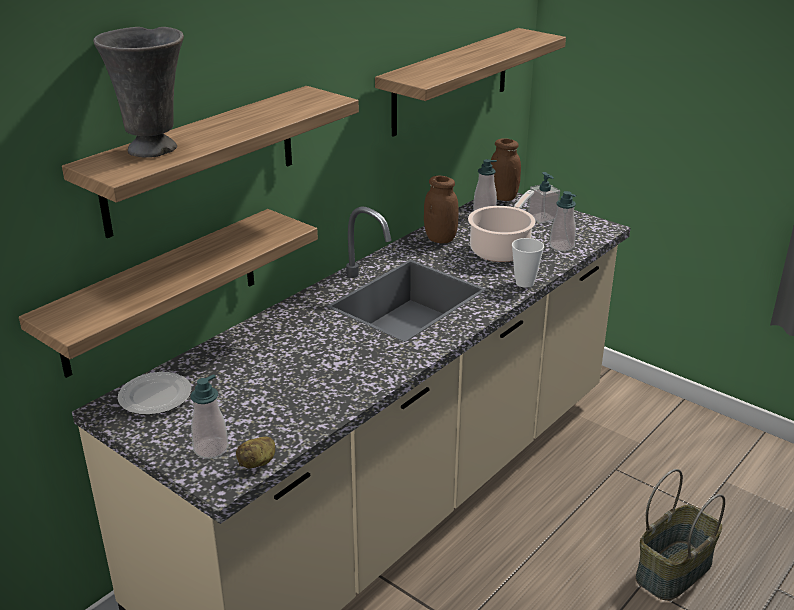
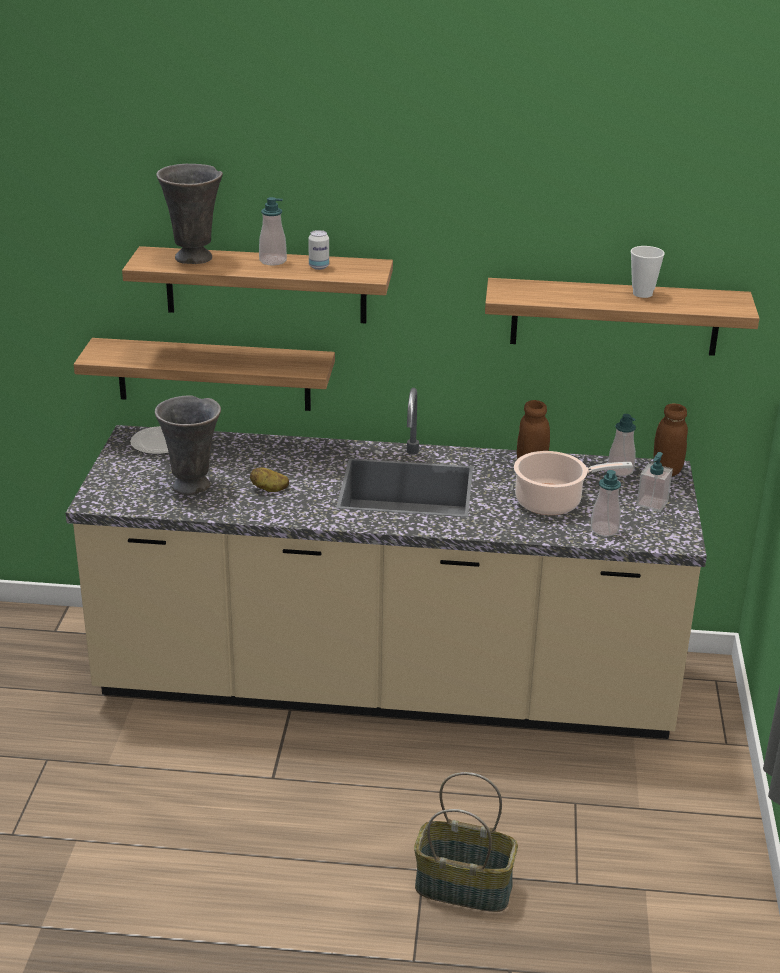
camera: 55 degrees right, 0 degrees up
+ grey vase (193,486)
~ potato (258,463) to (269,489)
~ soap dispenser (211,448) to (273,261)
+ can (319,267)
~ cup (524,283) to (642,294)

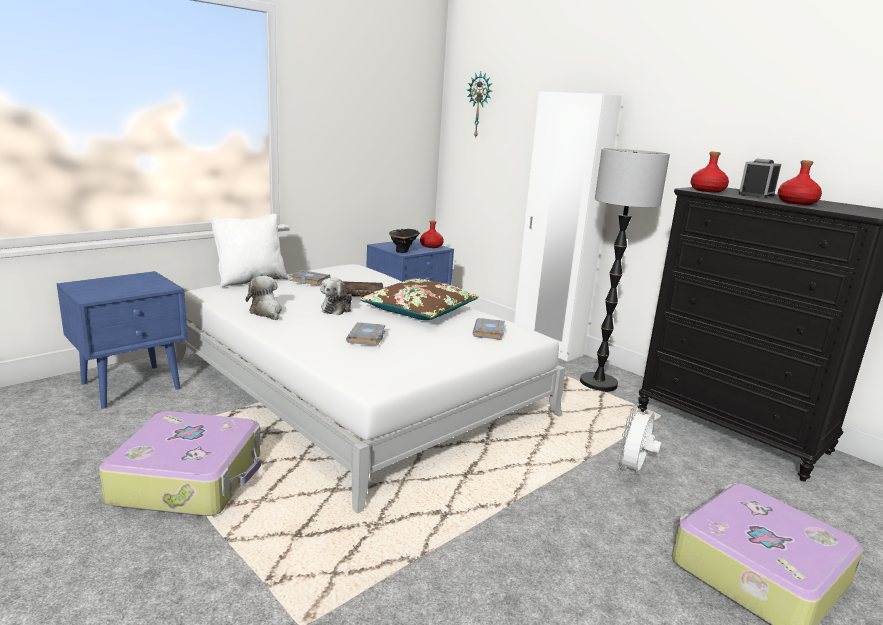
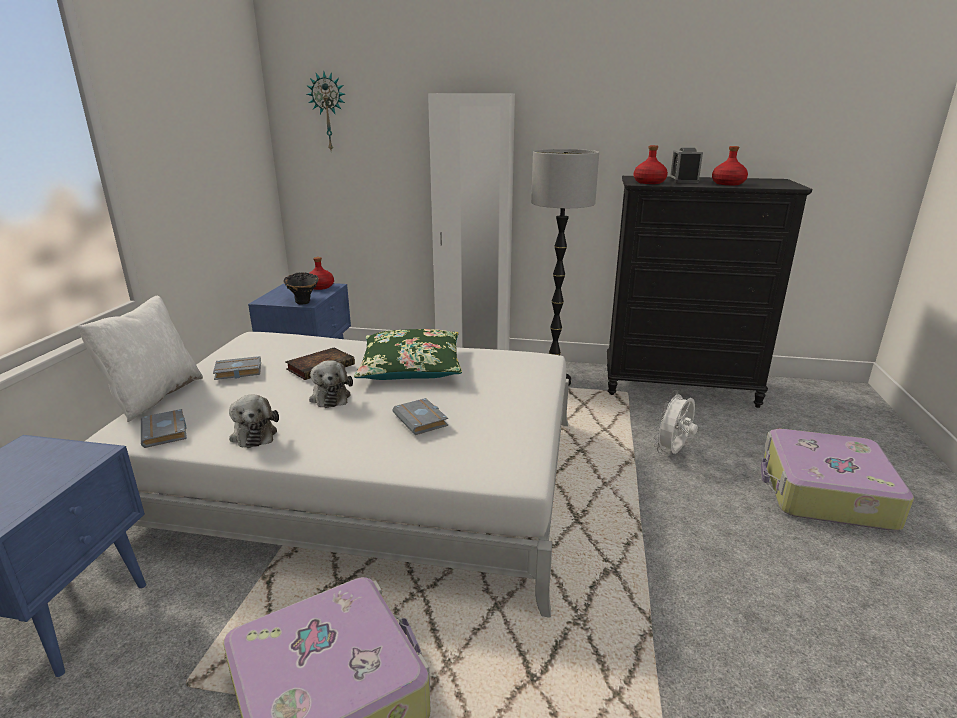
camera: 35 degrees left, 5 degrees up
~ grey book (490,332) to (166,432)
~ plush toy (266,312) = (254,434) 135 degrees counterclockwise
~ brown pillow (419,311) to green pillow (411,368)
~ white fan (633,472) = (672,452) 45 degrees clockwise

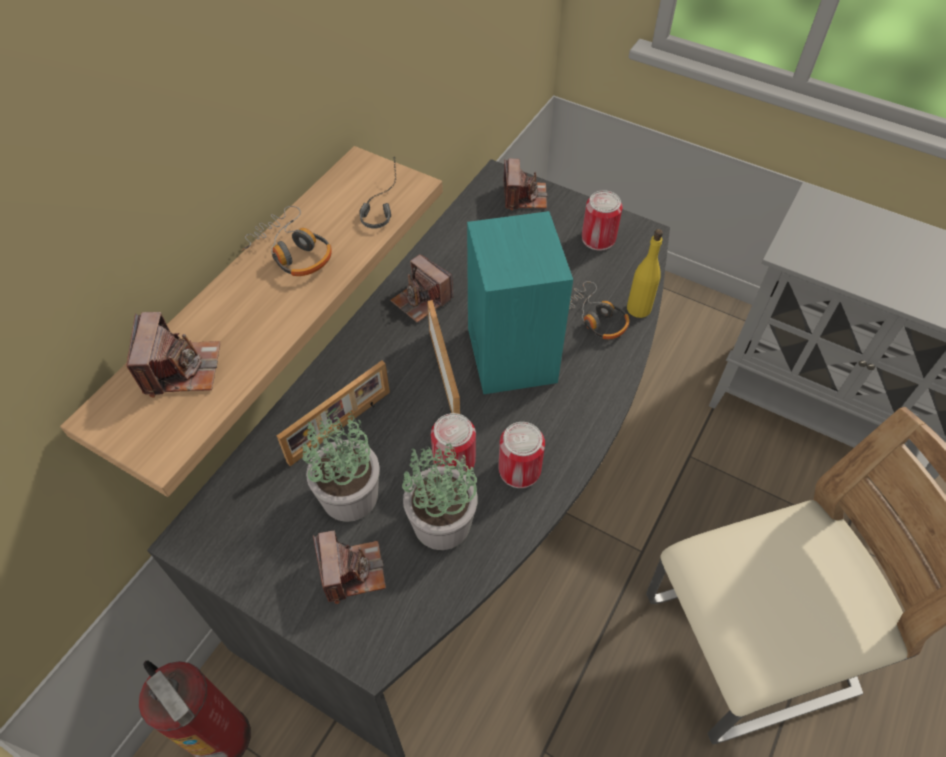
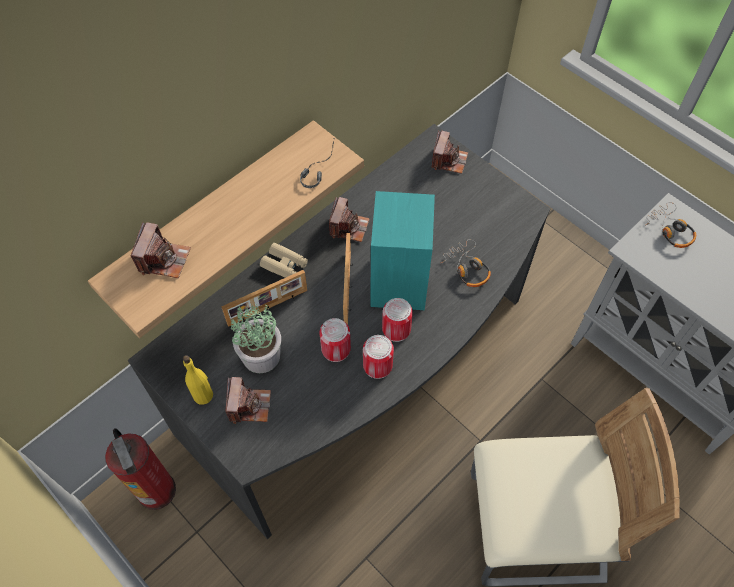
camera: 15 degrees right, 5 degrees up
~ yellow bottle (638,308) to (203,395)
+ beige binoculars (284,265)
~ photo camera (421,300) = (349,227) 135 degrees counterclockwise
~ can (598,238) to (396,329)
~ headphones (292,252) to (669,230)
- potted plant (440,523)

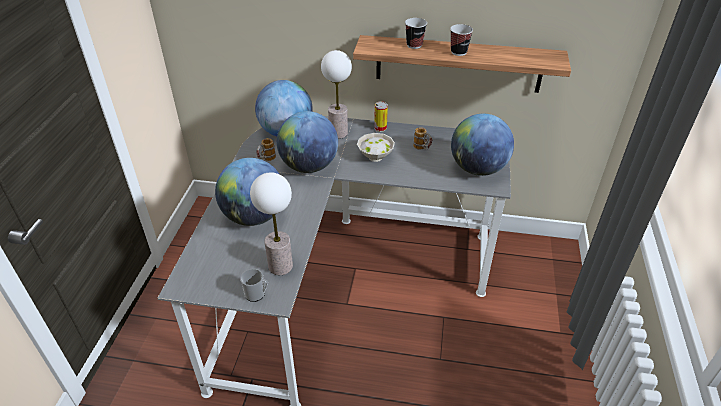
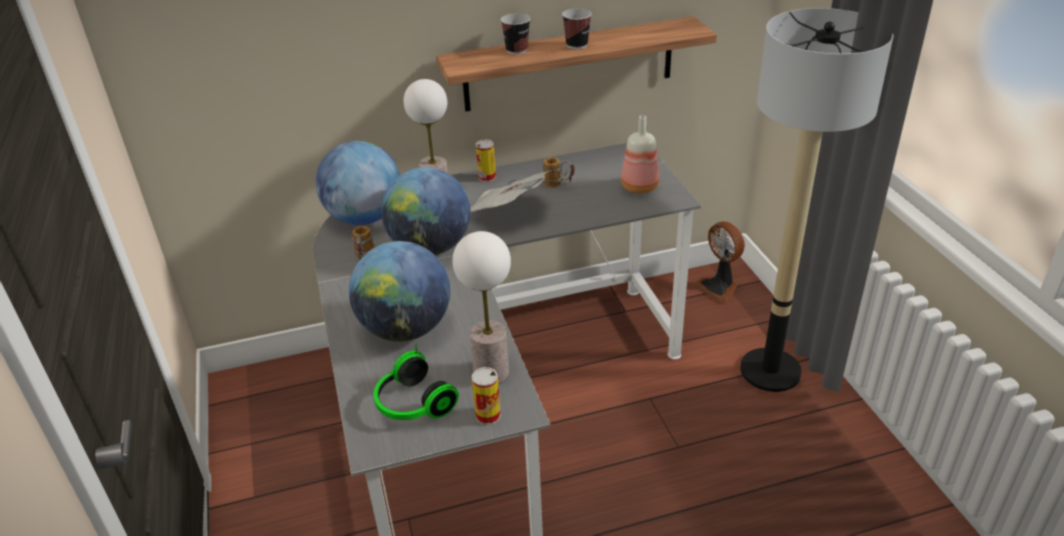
camera: 25 degrees left, 5 degrees down
+ headphones (412,404)
~ white bowl (374,157) to newspaper (507,211)
~ mug (257,294) to can (488,415)
~ globe (478,169) to bottle (641,187)
+ fan (719,287)
+ floor lamp (770,371)

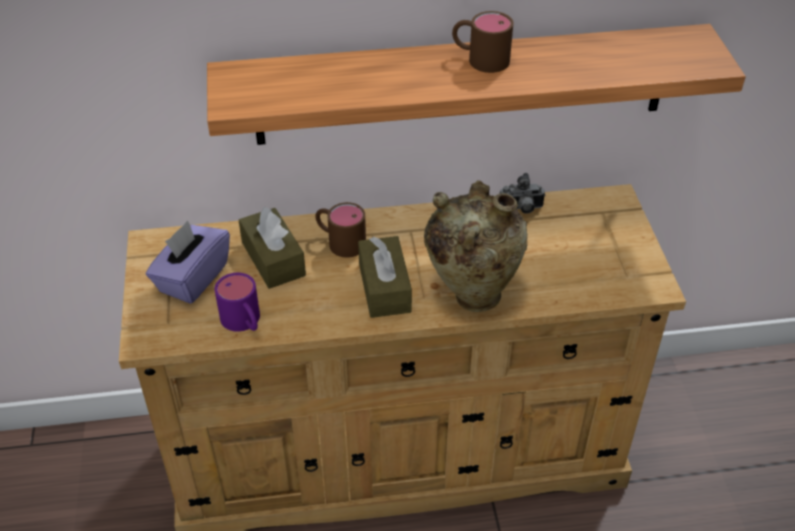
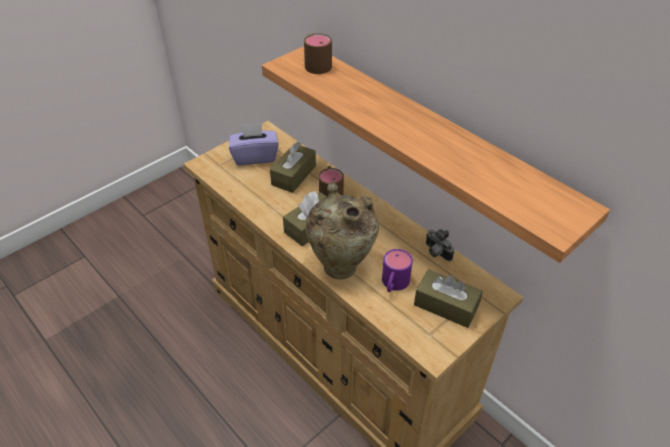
camera: 55 degrees right, 0 degrees up
~ brown mug (480,58) to (317,63)
~ purple mug (244,322) to (393,284)
+ brown tissue box (446,305)

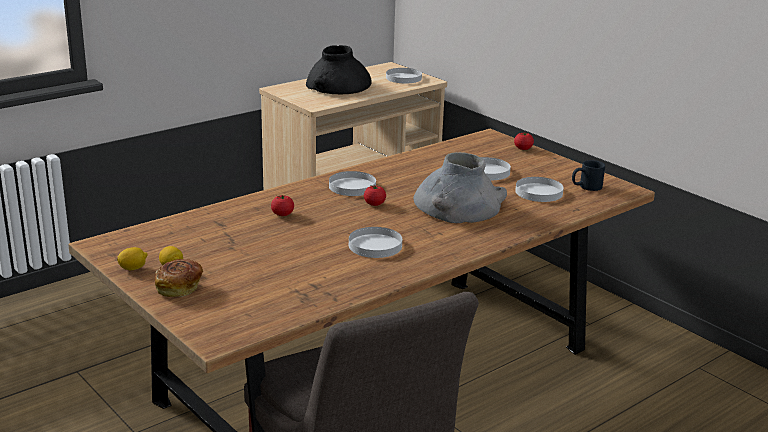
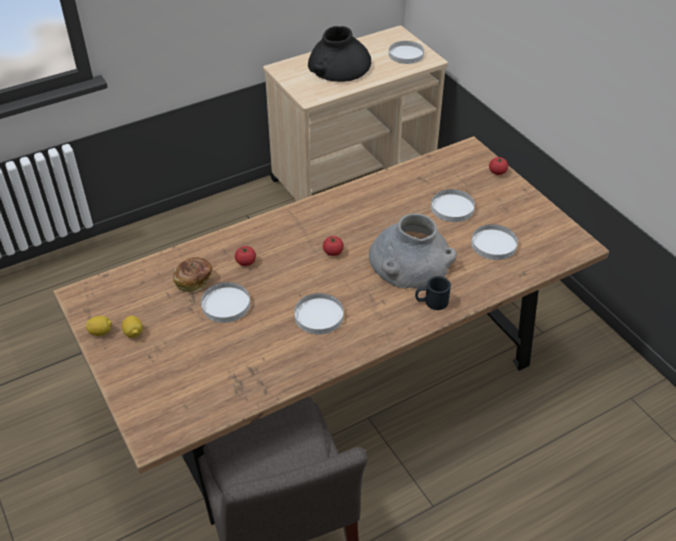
camera: 10 degrees right, 20 degrees up
~ bread (179,288) to (194,281)
~ white plate (352,186) to (226,304)
~ black mug (586,187) to (431,302)

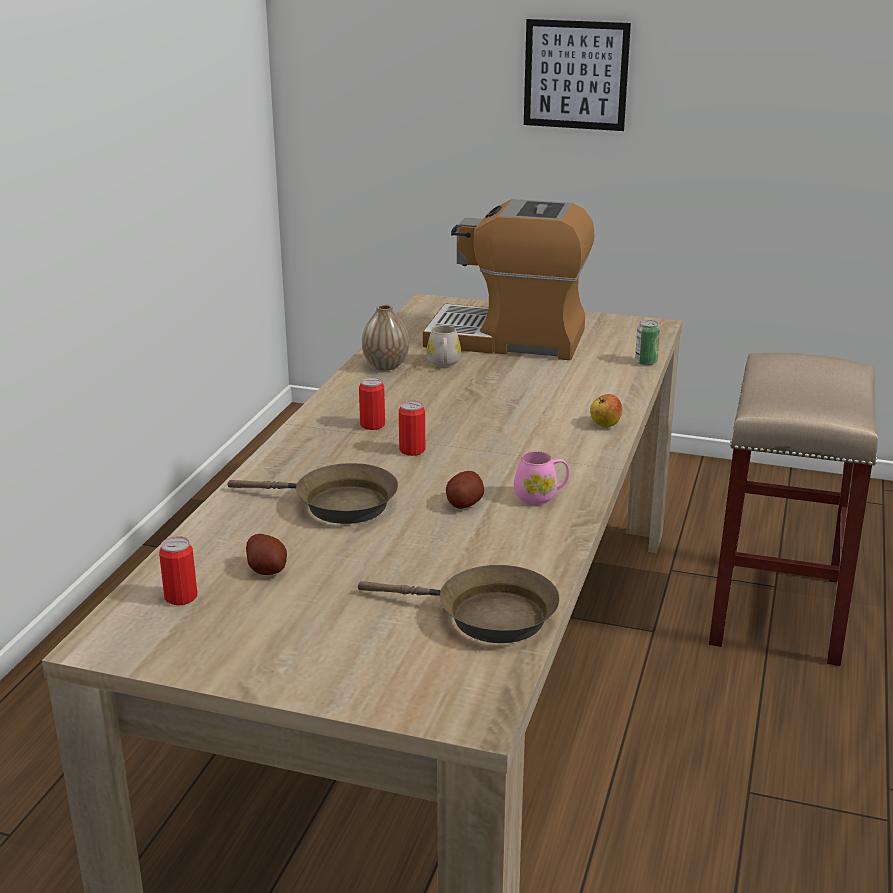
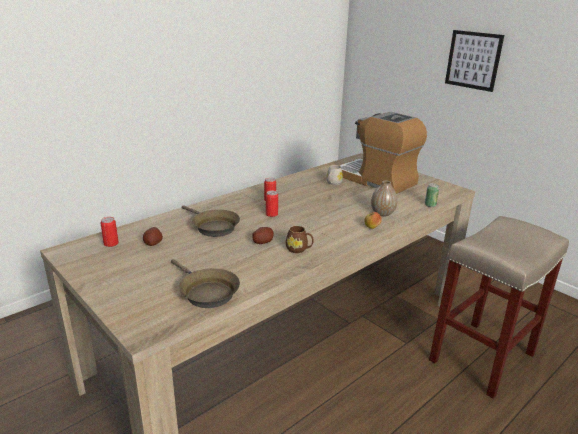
camera: 30 degrees right, 0 degrees up
~ pink mug (540,497) to brown mug (299,249)
~ vase (385,366) to (382,213)

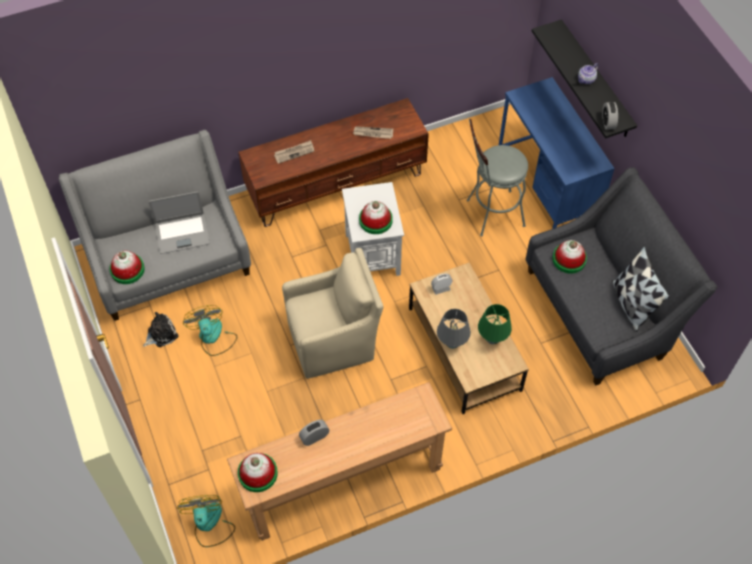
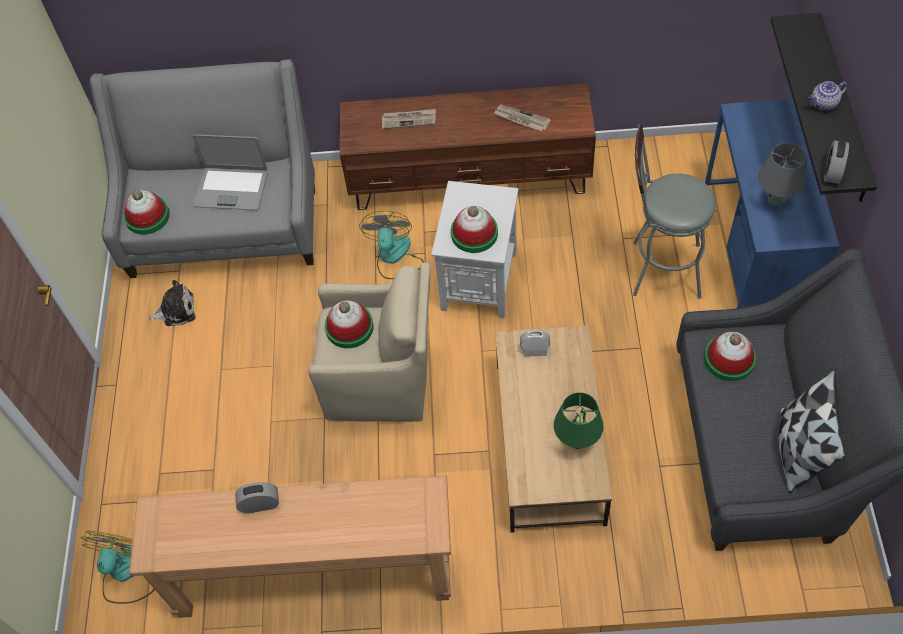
camera: 25 degrees right, 0 degrees up
~ hat (257,473) to (349,327)
~ fan (213,337) to (394,257)
~ grey table lamp (451,344) to (774,200)

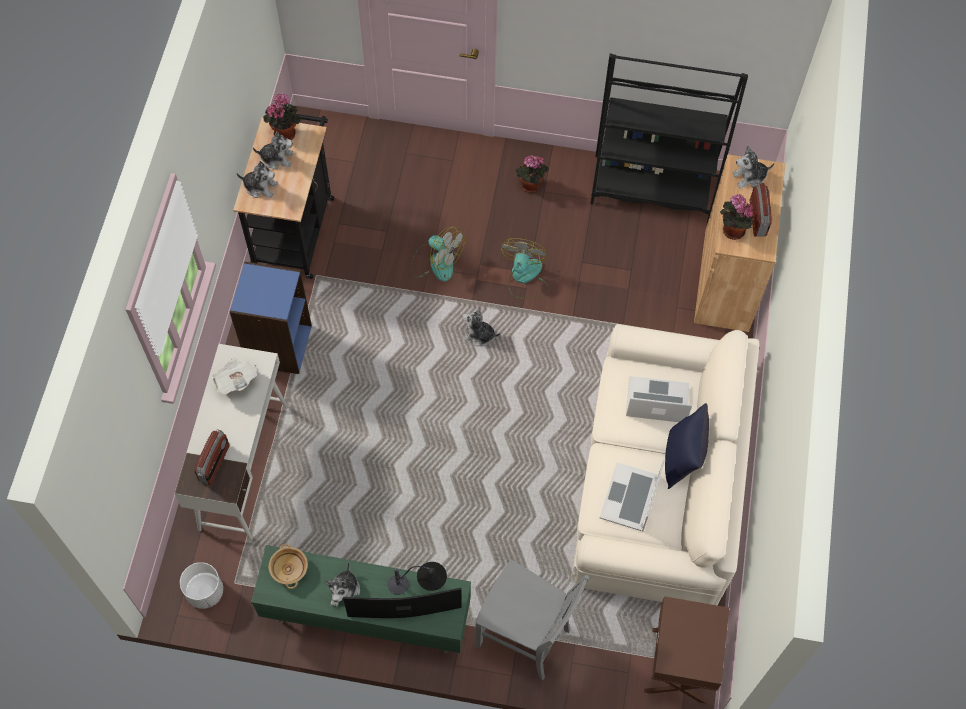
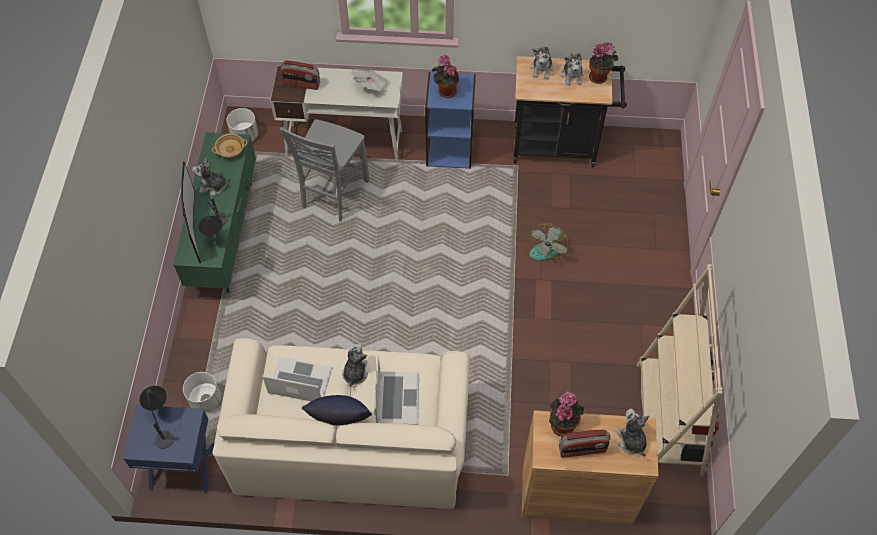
camera: 85 degrees right, 5 degrees down
~ brown side table (680,665) to blue side table (183,466)
+ table lamp (162,422)
+ white planter (205,400)
~ grey chair (525,638) to (333,194)
~ plush toy (479,335) to (355,372)
~ potted plant (530,186) to (445,91)
~ black bookcase (652,188) to beige bookcase (668,419)
- fan (525,277)

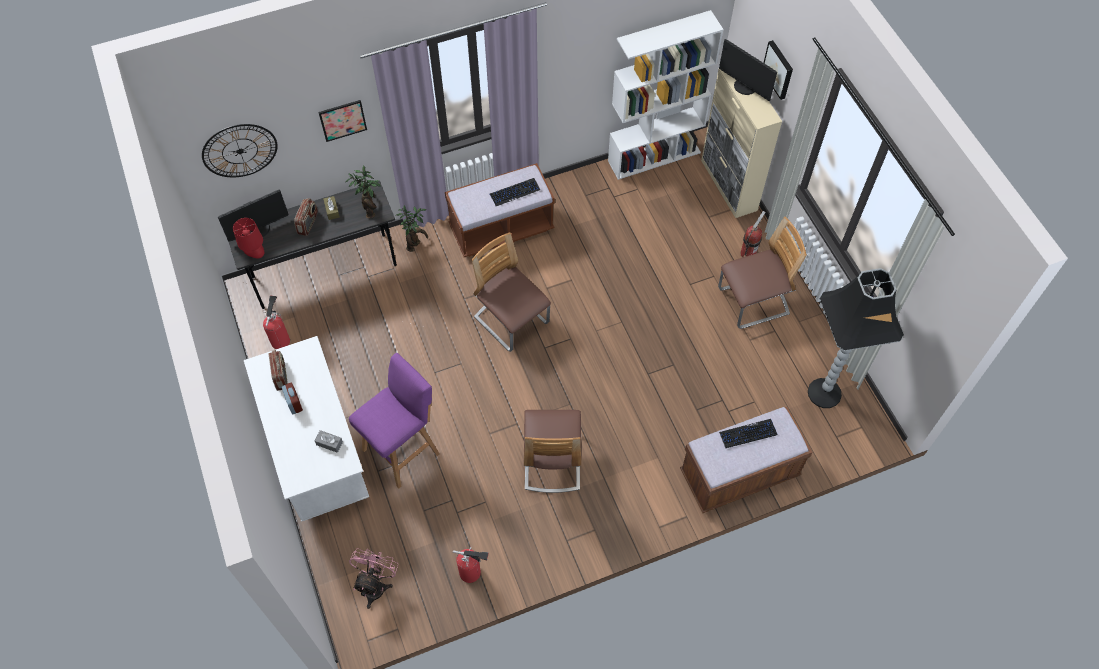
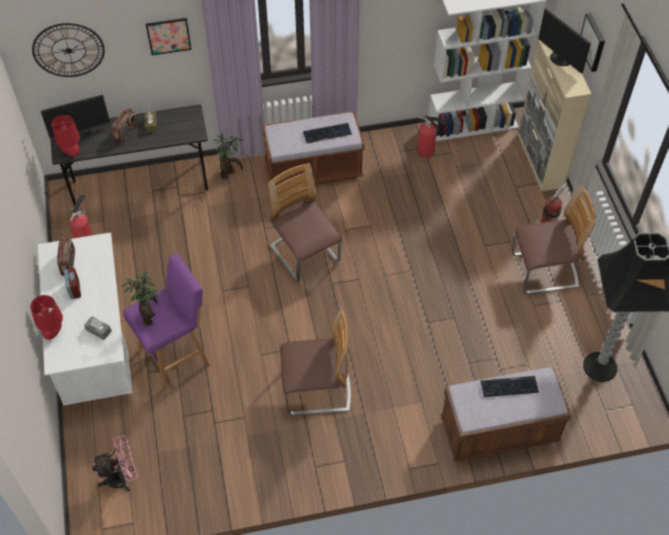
camera: 10 degrees right, 5 degrees down
+ red table lamp (54,332)
~ pink fan (376,584) = (122,477) 45 degrees clockwise
~ potted plant (370,209) to (149,316)
~ chair (552,461) = (316,389) 105 degrees counterclockwise
~ fire extinguisher (472,573) to (427,151)

